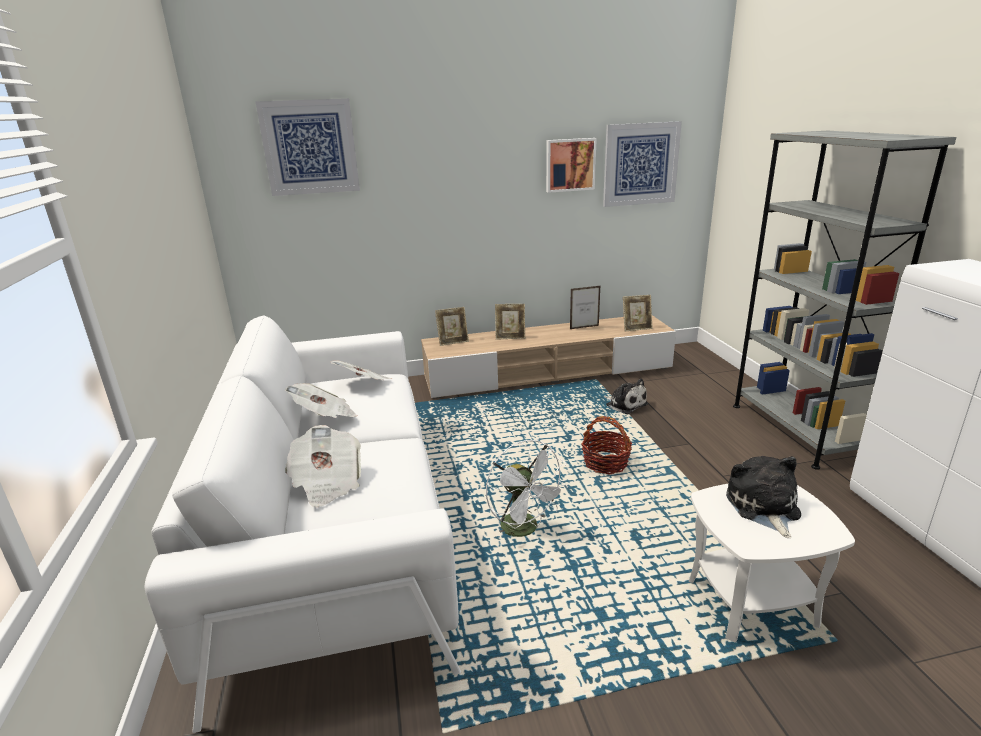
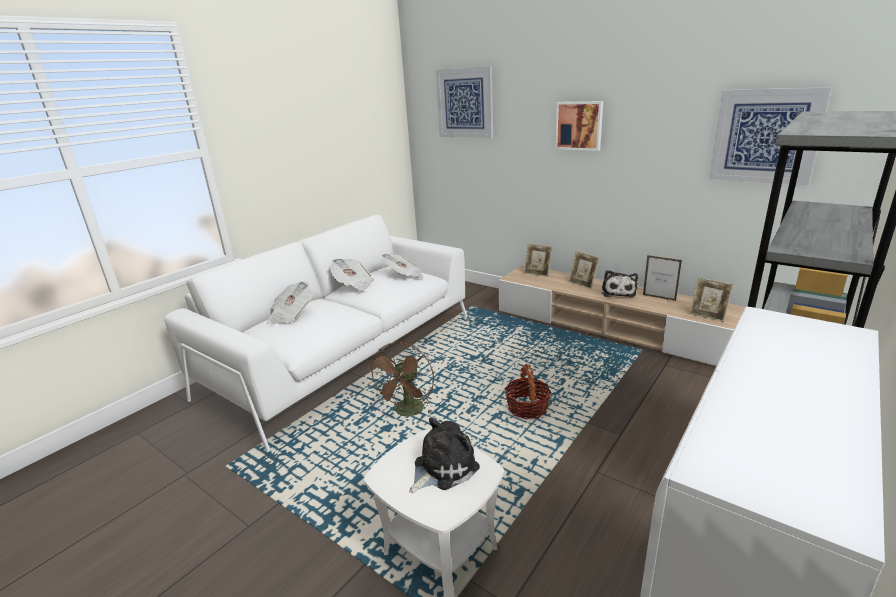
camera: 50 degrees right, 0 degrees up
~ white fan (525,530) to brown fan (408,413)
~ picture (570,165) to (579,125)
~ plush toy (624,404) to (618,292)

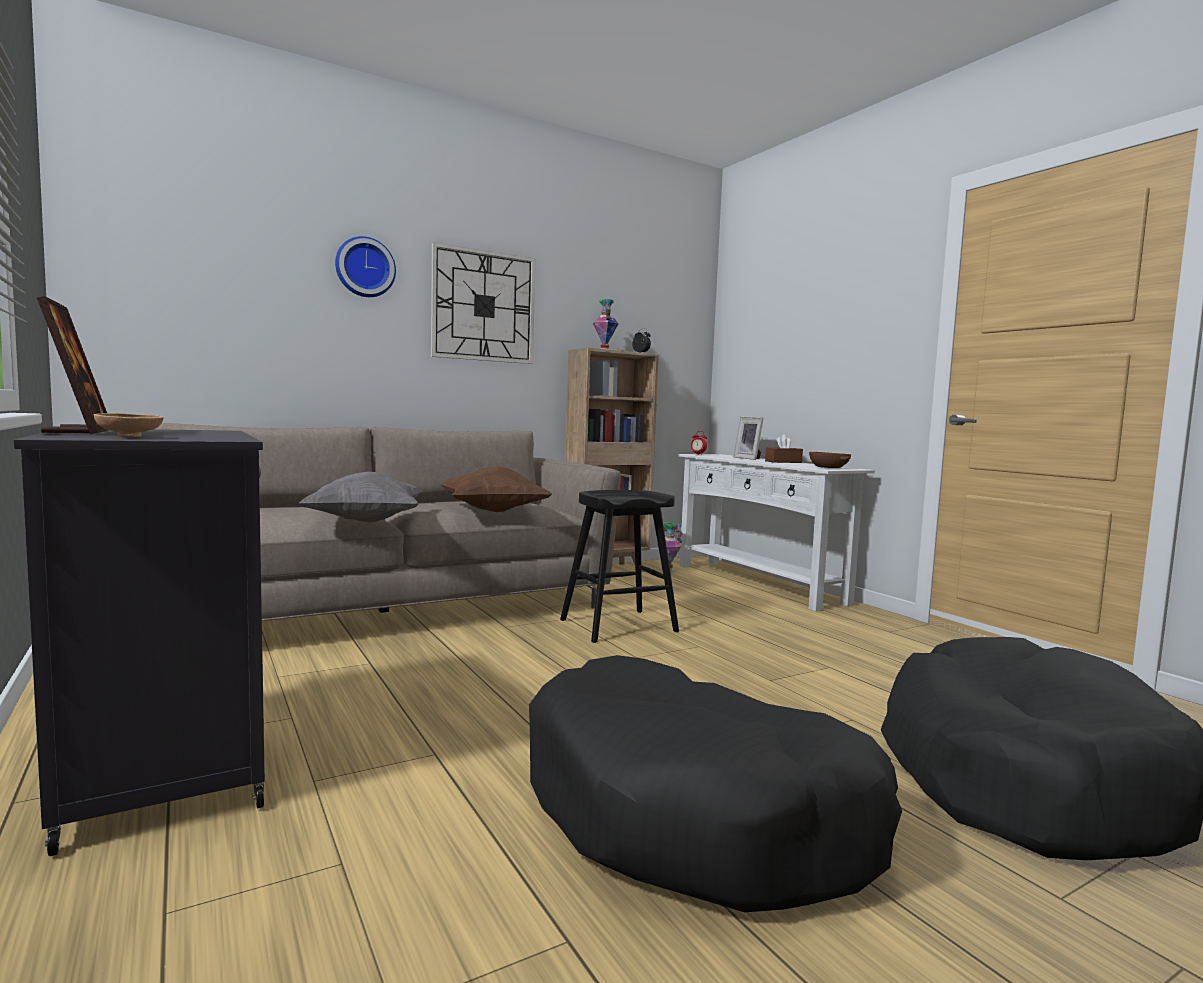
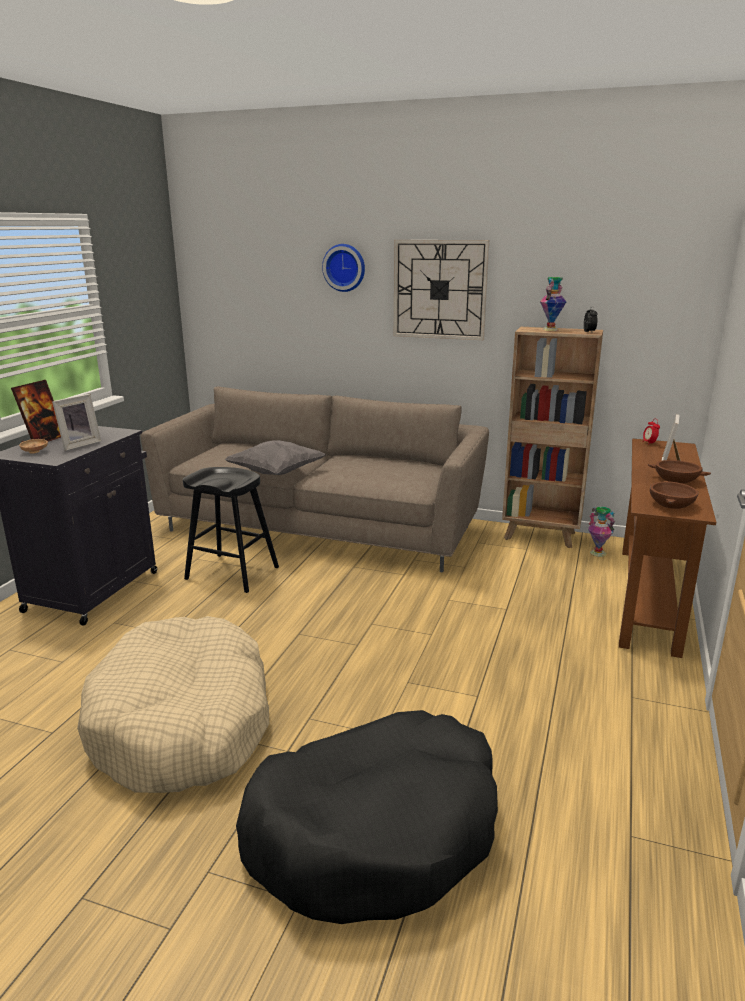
camera: 50 degrees right, 15 degrees up
+ picture frame (79,444)
~ black dog bed (697,813) to beige dog bed (183,723)
~ black stool (618,626) to (232,573)
~ white console table (758,583) to brown console table (649,597)
~ brown tissue box (783,462) to brown bowl (676,480)
- brown pillow (493,511)

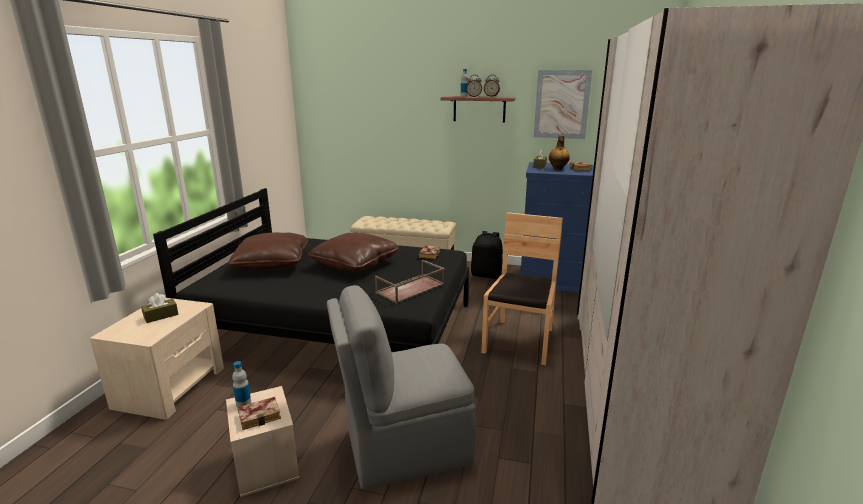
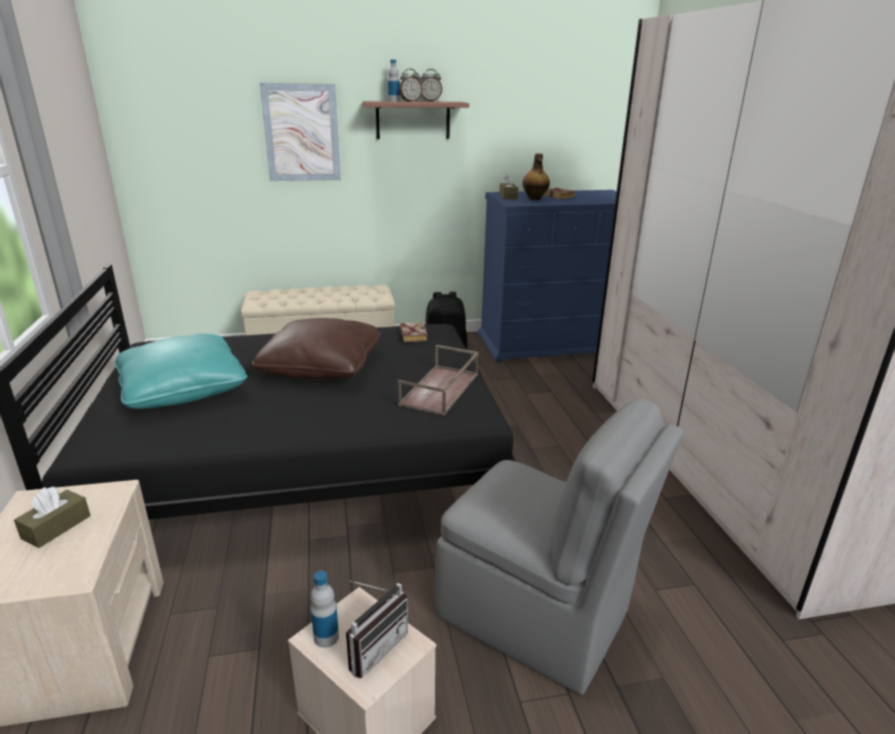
camera: 25 degrees left, 5 degrees up
~ brown pillow (272,263) to turquoise pillow (183,390)
~ picture (561,104) to (301,133)
~ book (261,415) to radio (373,647)
~ grey chair (404,447) = (537,616) 105 degrees counterclockwise
- brown chair (519,341)

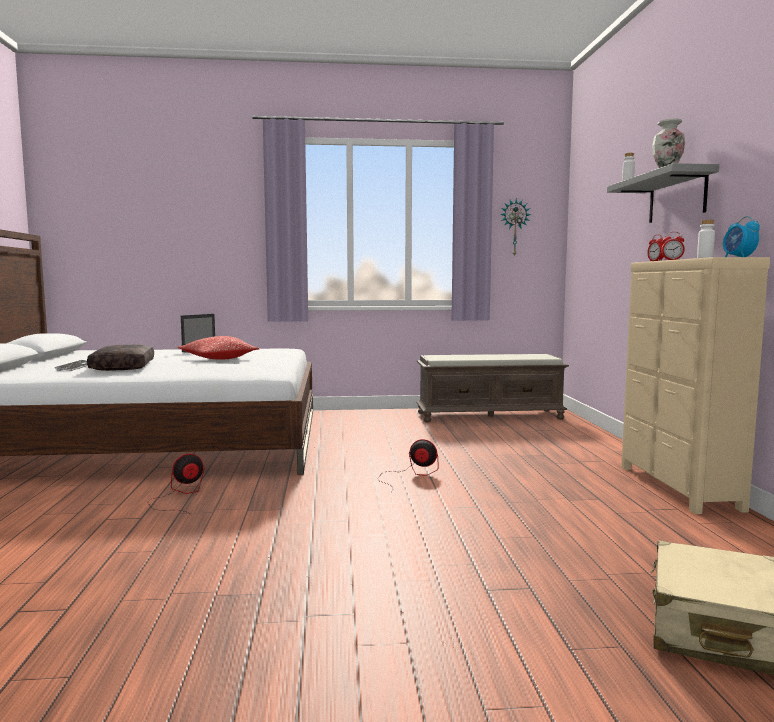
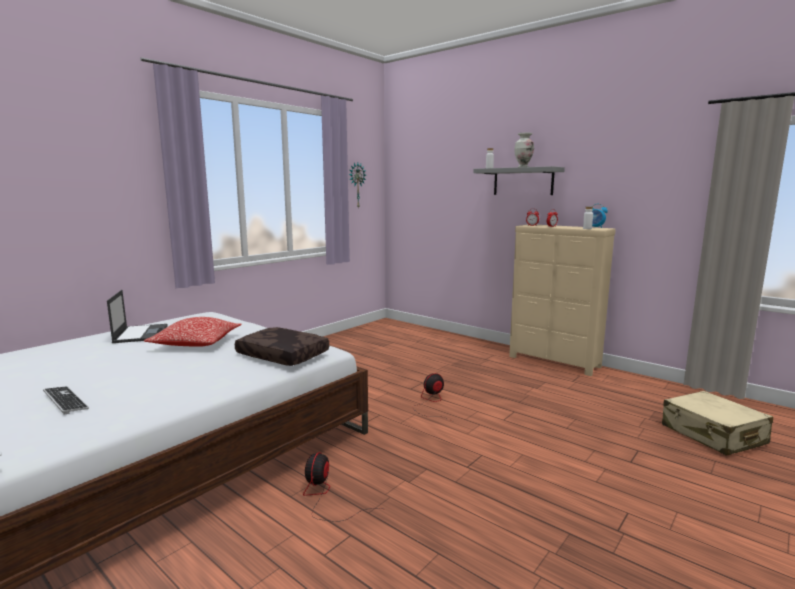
camera: 45 degrees left, 5 degrees up
~ brown pillow (122,367) to (281,356)
- brown bench (490,415)

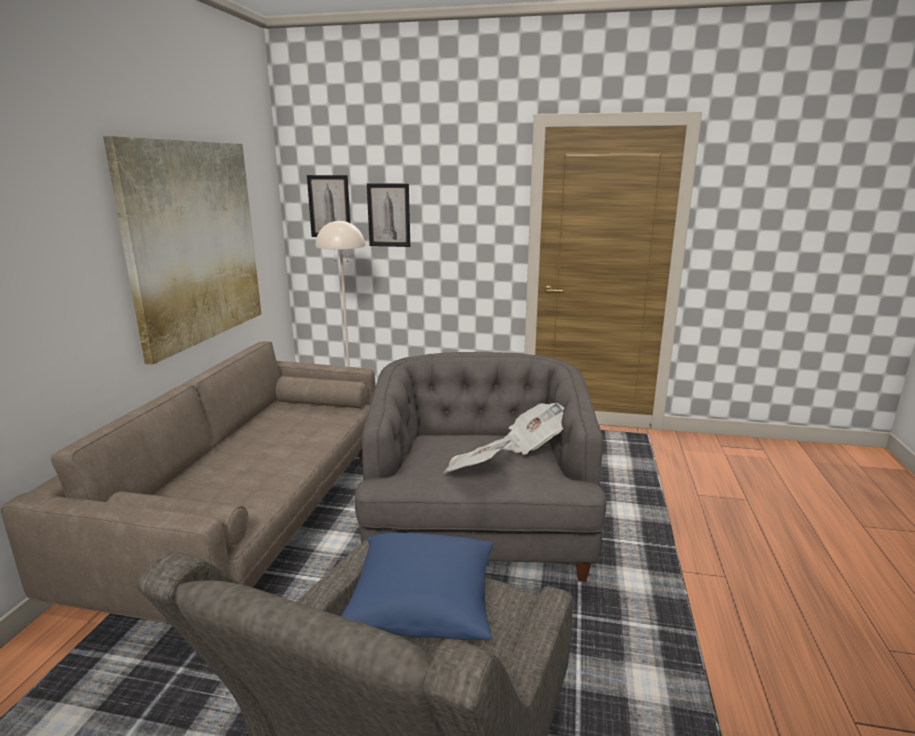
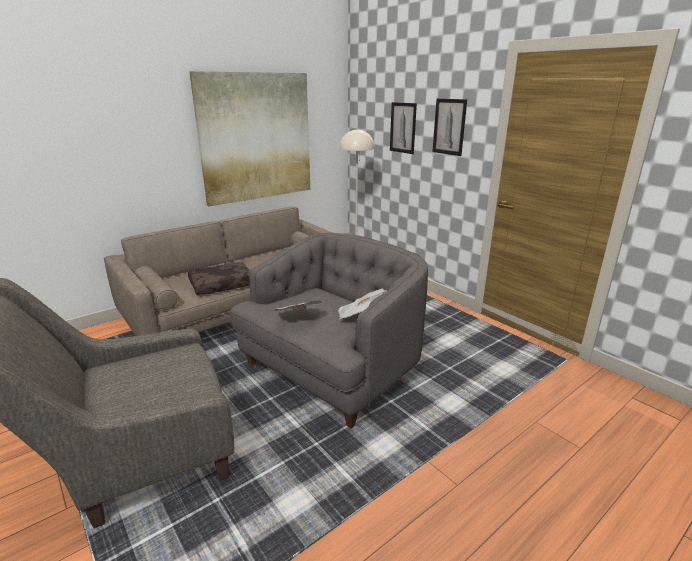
camera: 40 degrees right, 5 degrees up
+ brown pillow (222,285)
~ picture (329,206) to (449,127)
- blue pillow (423,605)

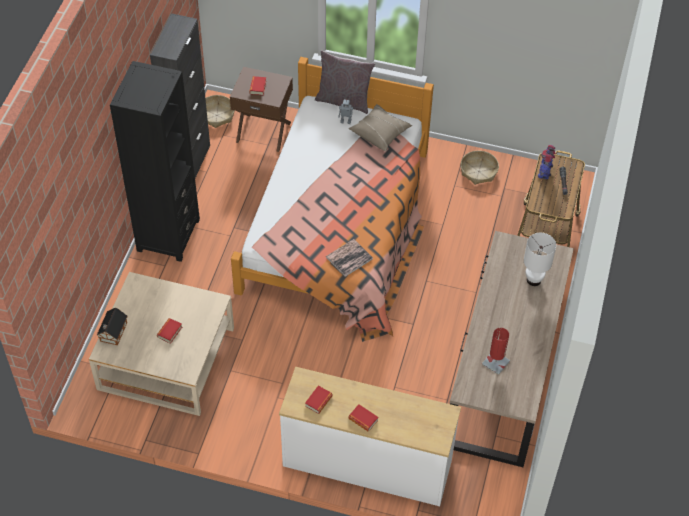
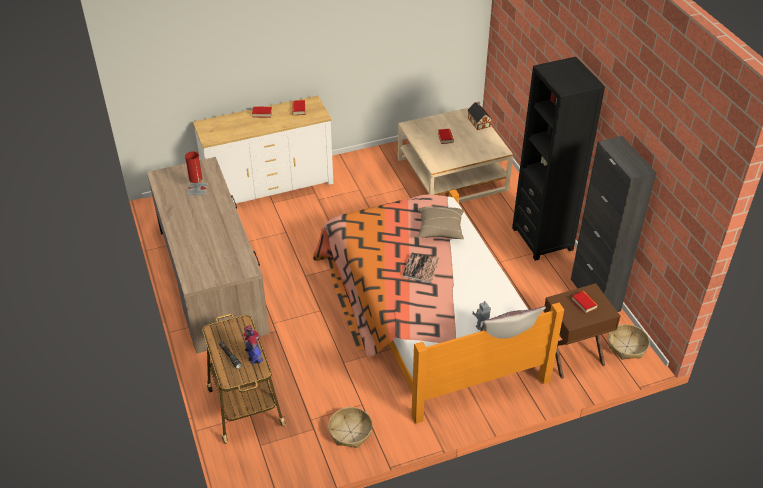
camera: 145 degrees right, 10 degrees down
~ book (349,258) to (420,268)
~ beige pillow (380,133) to (440,229)
- white table lamp (533,280)

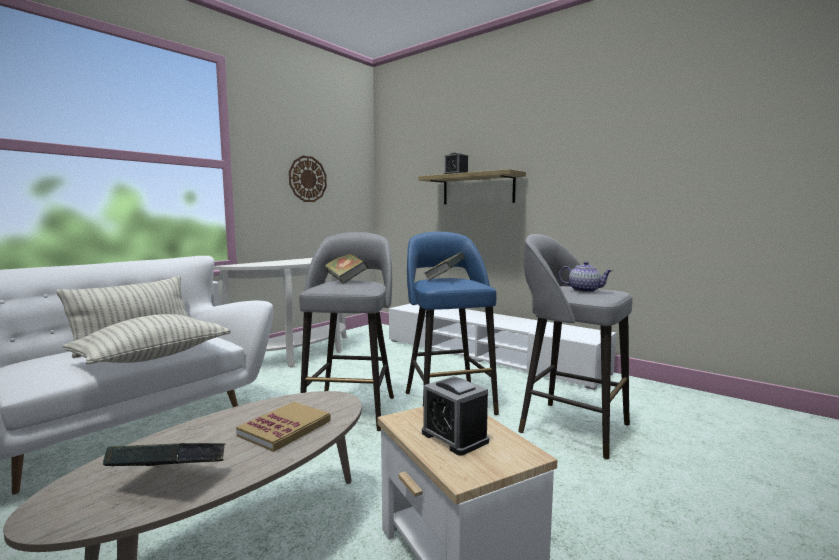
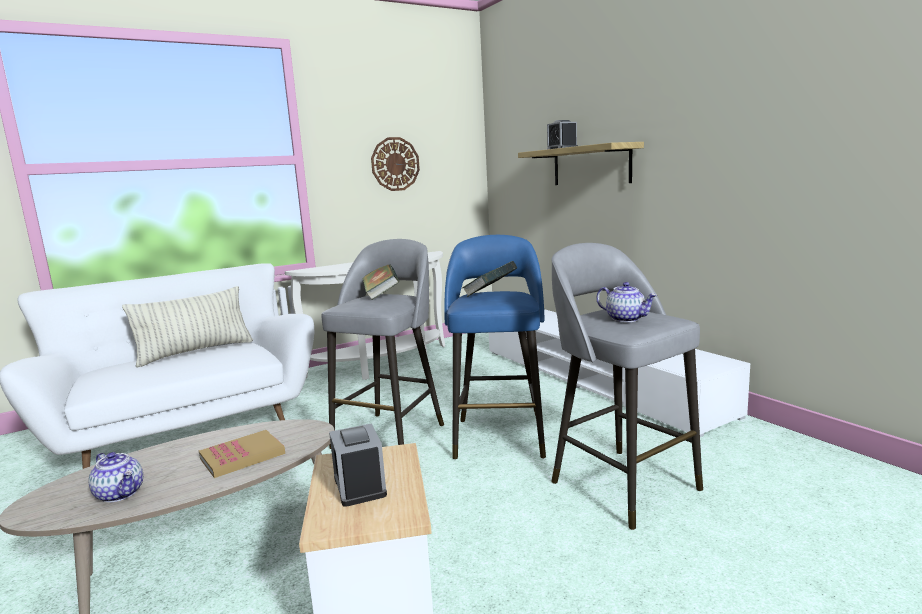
camera: 20 degrees right, 5 degrees up
~ book (169,481) to teapot (121,493)
- pillow (153,357)

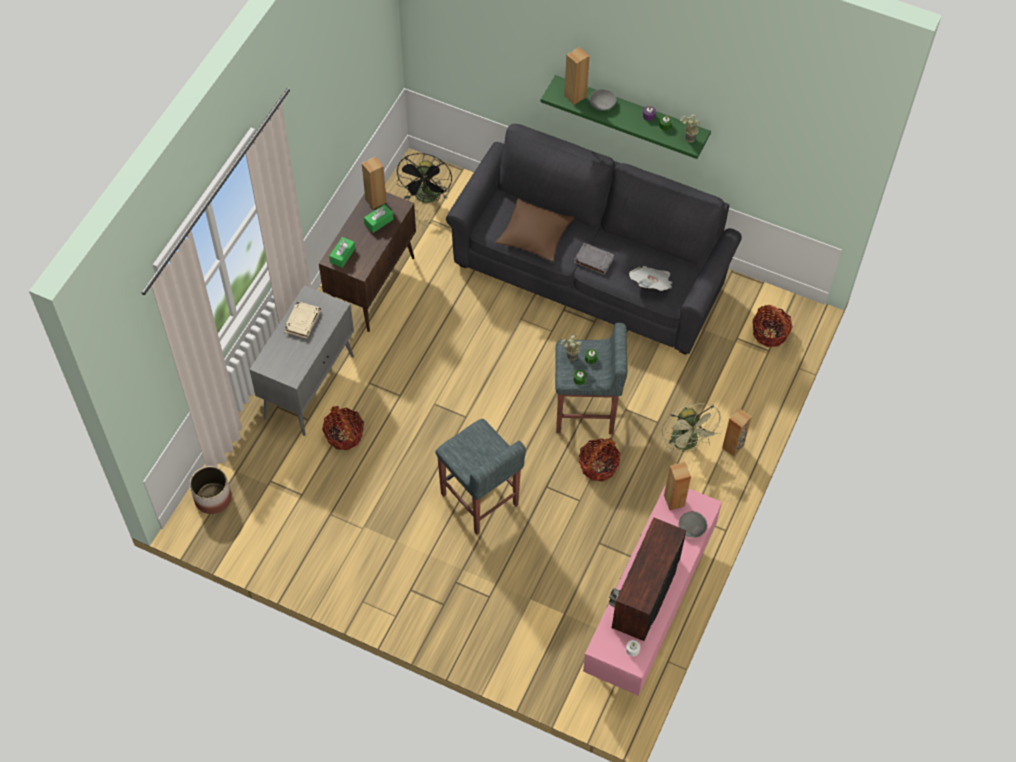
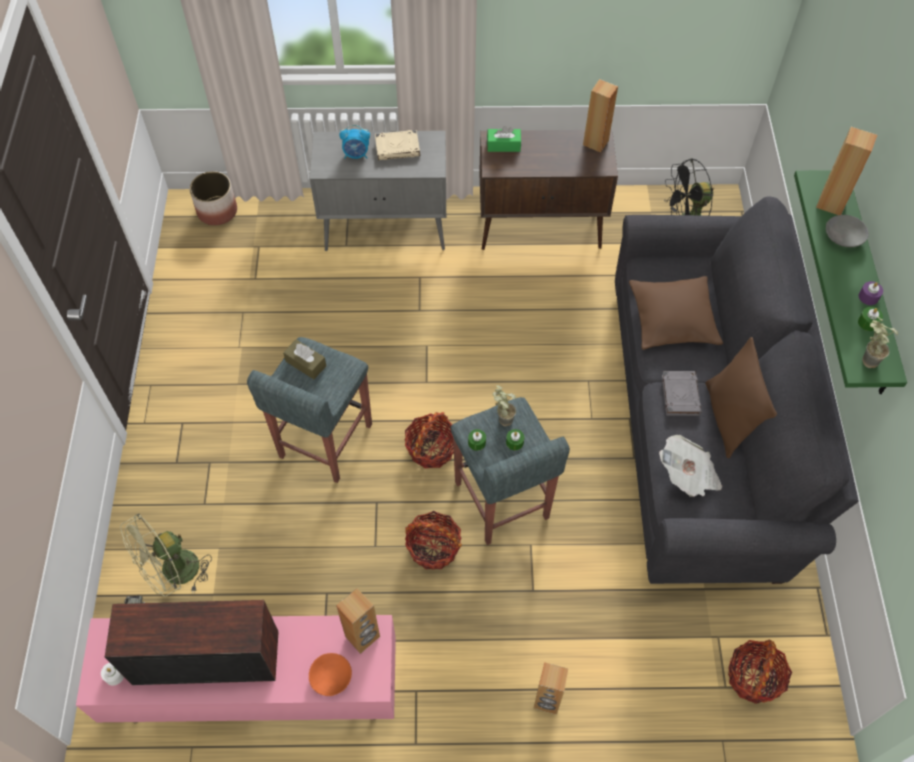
camera: 65 degrees right, 0 degrees up
~ green fan (687,444) to (174,574)
+ brown tissue box (305,363)
~ grey bowl (692,528) to orange bowl (330,677)
+ alarm clock (356,155)
~ basket (344,435) to (431,448)
+ brown pillow (728,418)
- green tissue box (379,221)

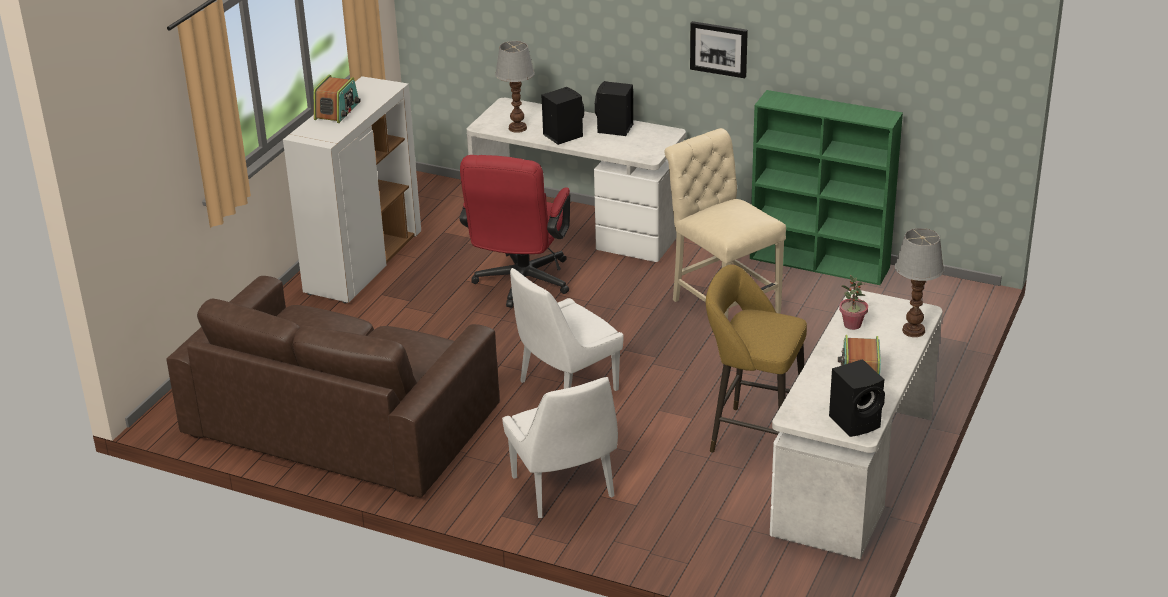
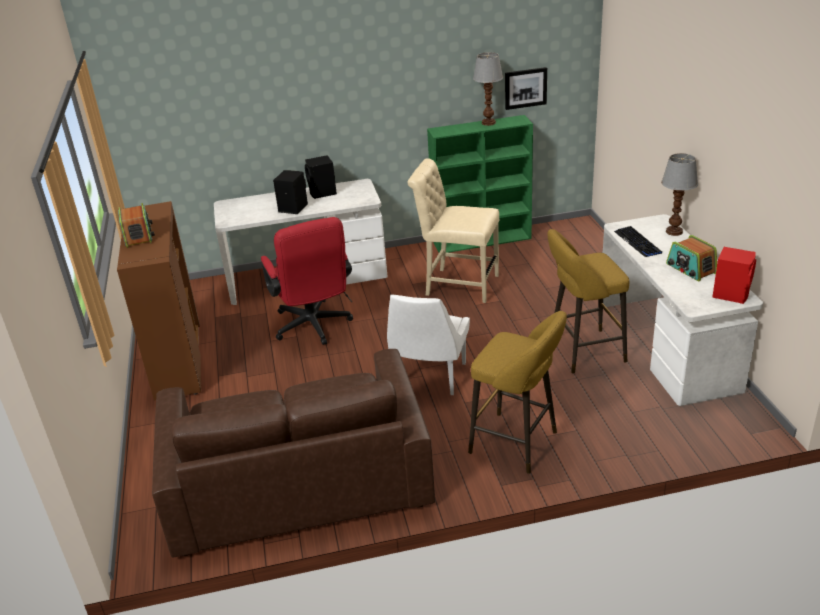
camera: 35 degrees left, 0 degrees up
~ white cabinet (363,263) to brown cabinet (178,361)
~ white chair (564,489) to yellow stool (518,444)
~ table lamp (517,128) to (489,123)
~ picture (719,49) to (525,88)
~ potted plant (852,325) to keyboard (637,242)
~ black speaker (856,421) to red speaker (731,293)

